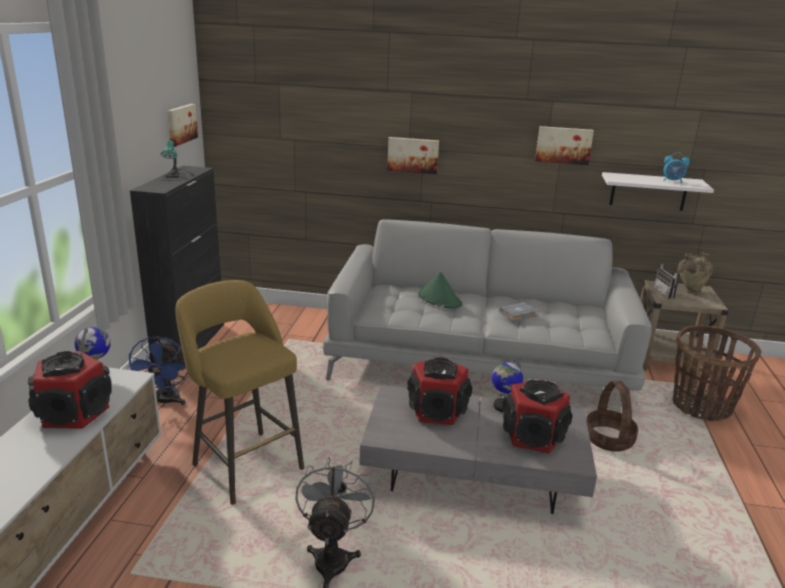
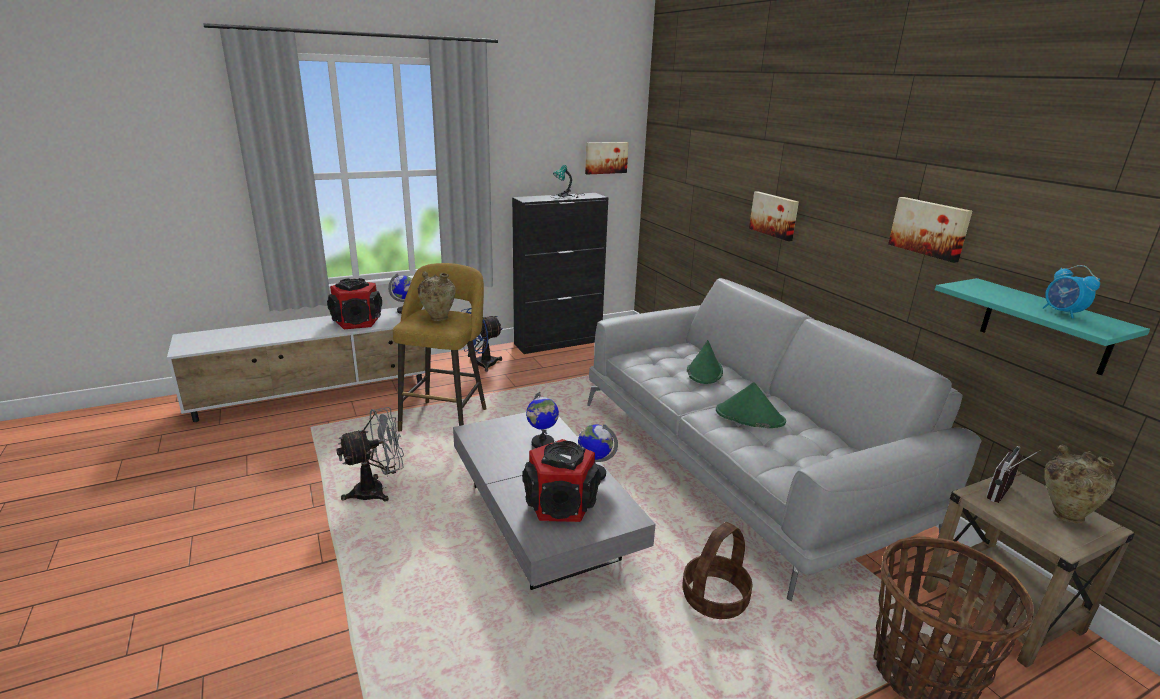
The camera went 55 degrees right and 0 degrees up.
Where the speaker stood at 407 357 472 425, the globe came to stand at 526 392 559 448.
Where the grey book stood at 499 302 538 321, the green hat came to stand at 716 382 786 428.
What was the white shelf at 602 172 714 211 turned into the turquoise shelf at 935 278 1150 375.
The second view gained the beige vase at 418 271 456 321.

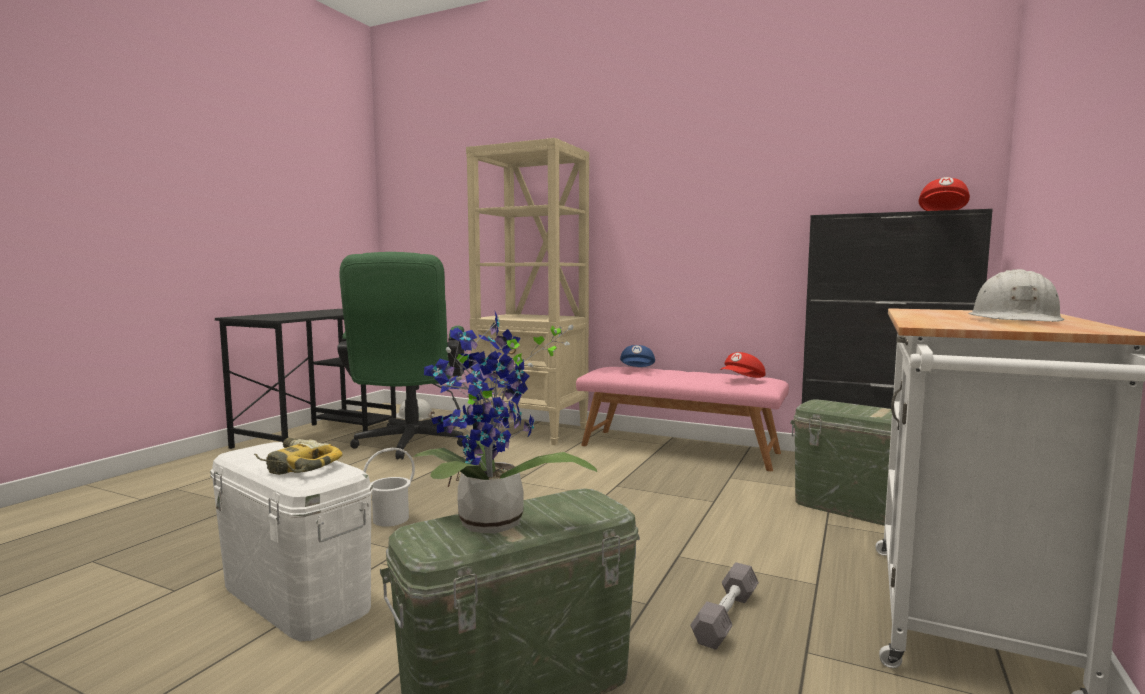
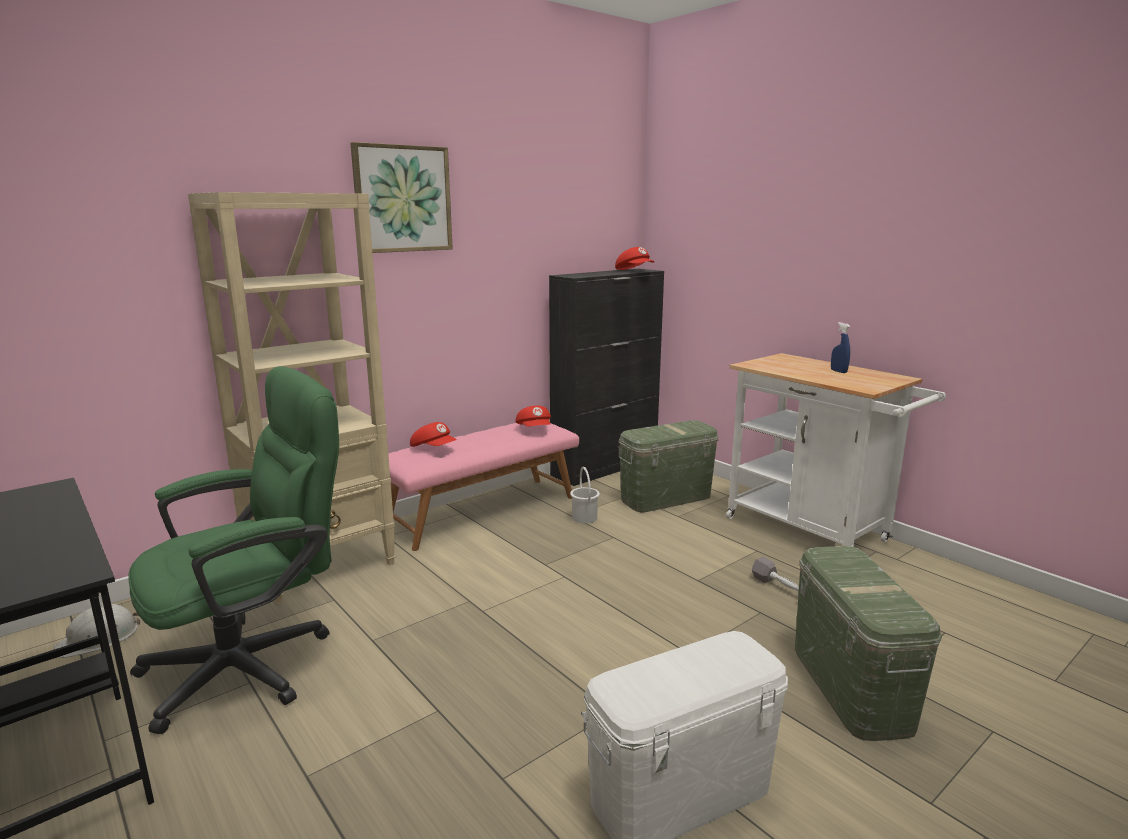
The camera went 65 degrees left and 10 degrees up.
The second view lost the power drill at 254 438 343 475.
The green office chair at 337 252 464 460 ended up facing another way, 60 degrees counterclockwise from before.
The white bucket ended up elsewhere, having gone from 363 447 415 527 to 570 467 600 523.
The second view lost the potted plant at 413 312 597 533.
What was the blue cap at 620 345 655 367 turned into the red cap at 410 422 457 447.
Where the white hard hat stood at 969 269 1064 322, the blue spray bottle came to stand at 831 322 850 373.
The second view gained the picture at 350 142 453 253.

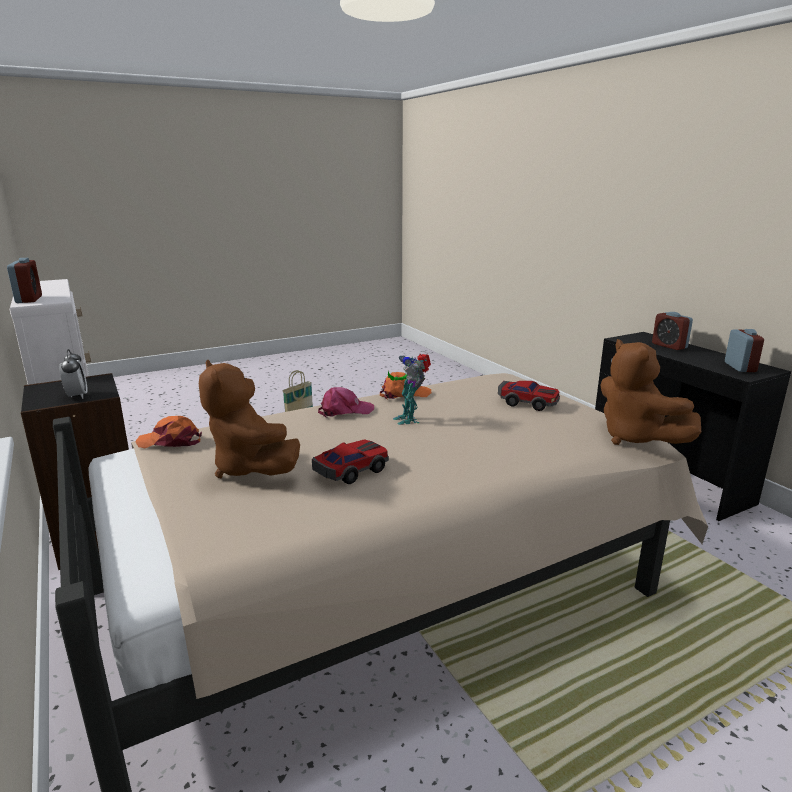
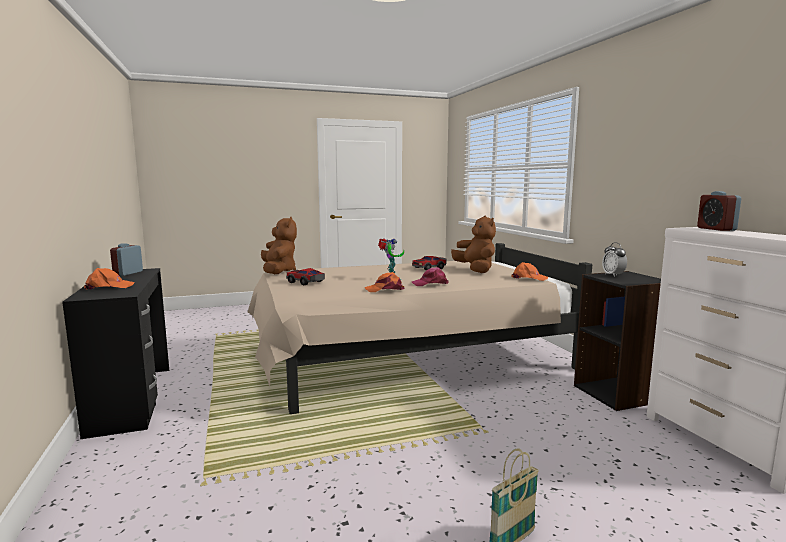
The camera went 170 degrees left and 10 degrees down.
Where the alarm clock stood at 652 312 693 350, the orange cap came to stand at 84 268 135 290.

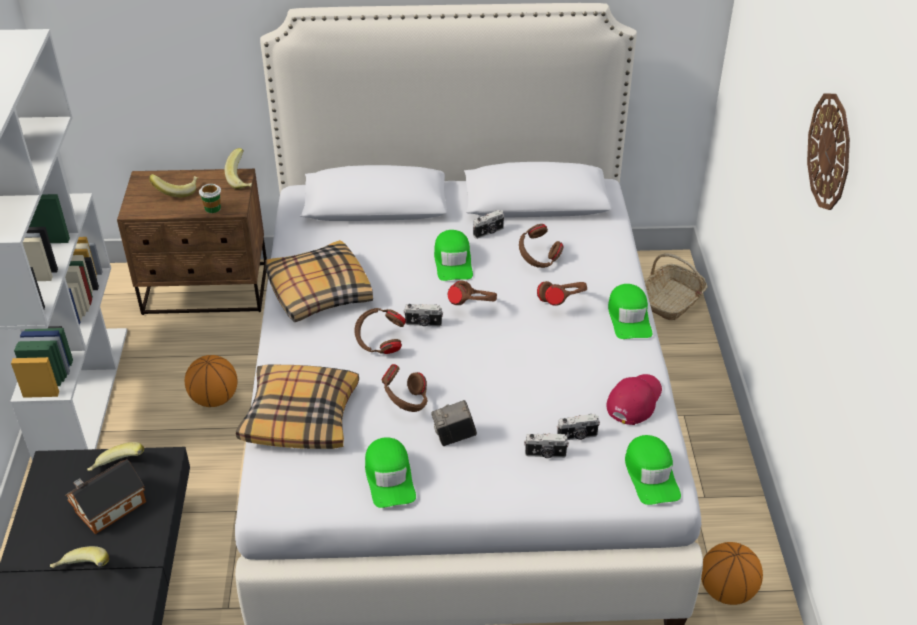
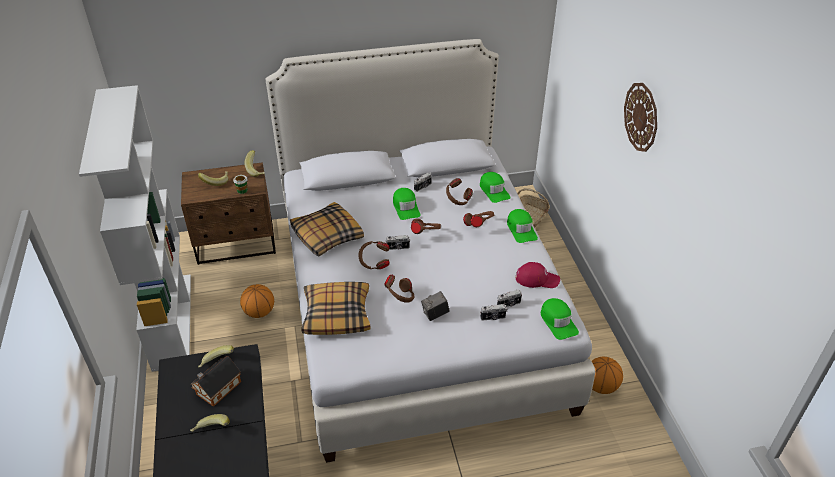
The camera went 10 degrees left and 0 degrees up.
The green cap ended up elsewhere, having gone from 365 437 416 508 to 480 172 511 203.
The red cap at 607 374 662 425 ended up facing another way, 75 degrees clockwise from before.

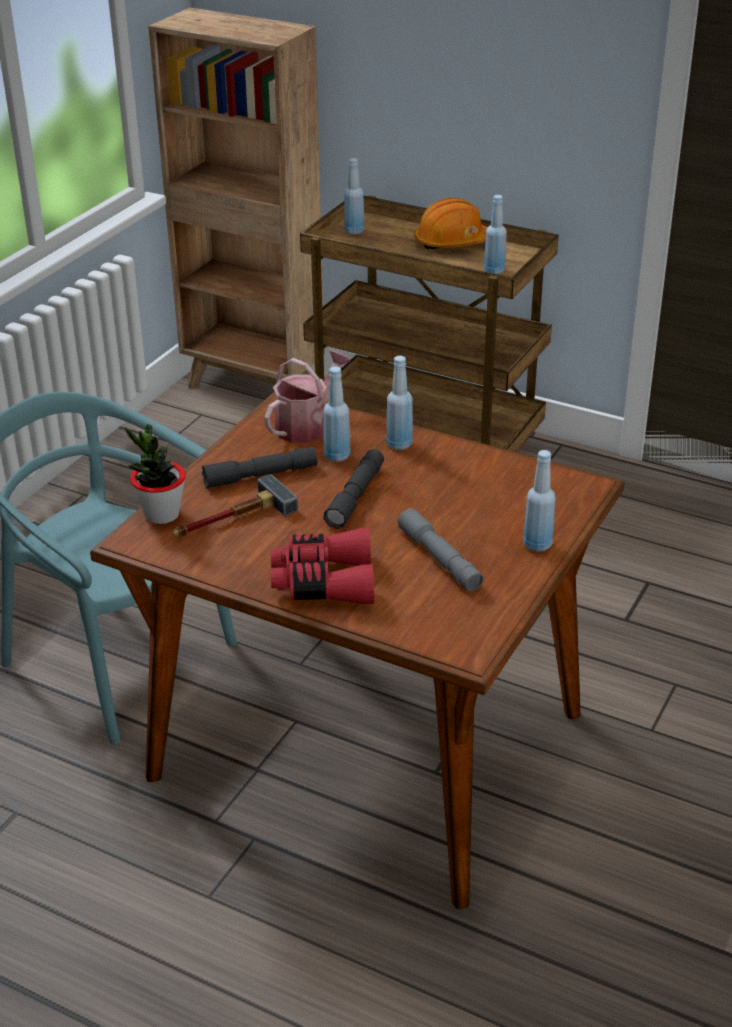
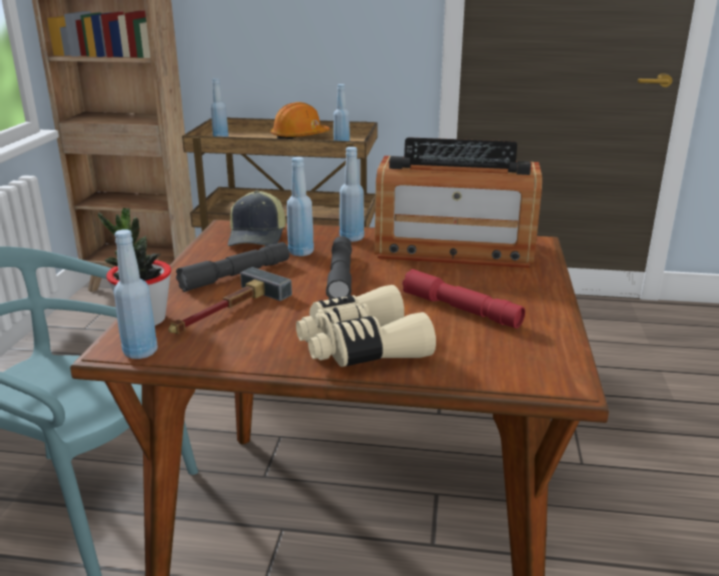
The camera went 20 degrees left and 10 degrees down.
Where the watering can stood at 264 350 350 443, the cap came to stand at 228 190 286 246.
What was the red binoculars at 271 528 374 604 turned into the beige binoculars at 296 285 436 367.
What was the grey flashlight at 397 508 483 591 turned into the red flashlight at 402 269 525 328.
The blue bottle ended up elsewhere, having gone from 523 450 556 552 to 114 229 158 359.
The second view gained the radio at 374 137 542 268.

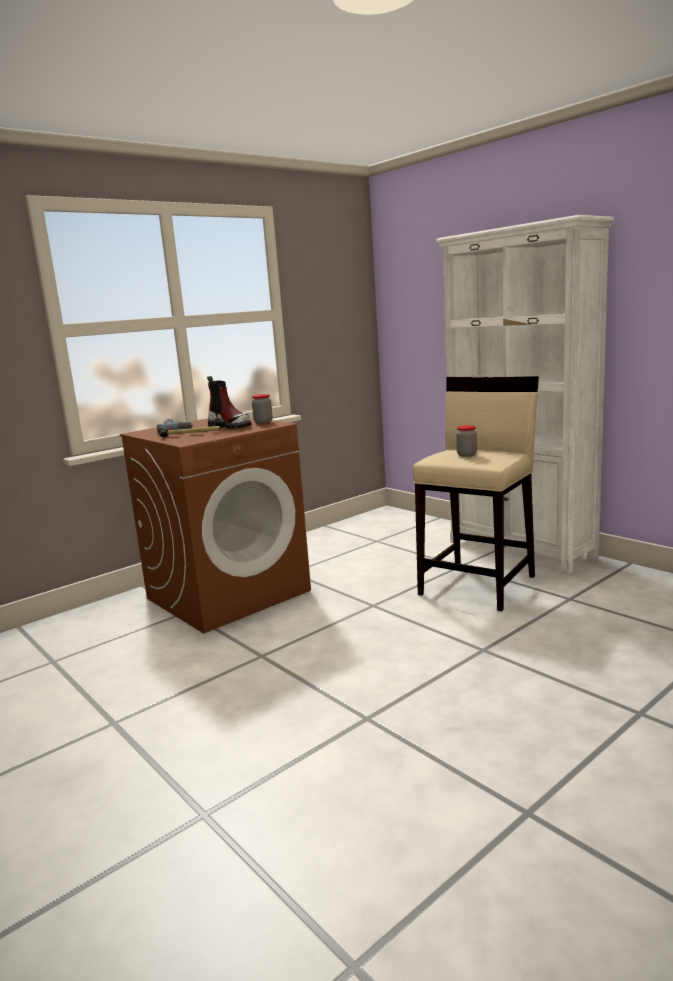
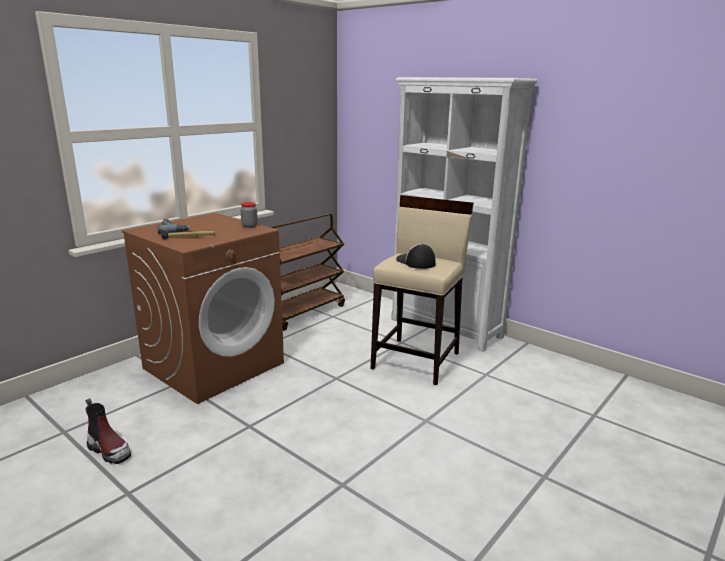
The camera went 10 degrees left and 5 degrees up.
The boot ended up elsewhere, having gone from 207 376 252 429 to 85 398 131 464.
Where the jar stood at 456 425 477 457, the cap came to stand at 396 244 436 269.
The second view gained the brown cart at 271 214 345 331.

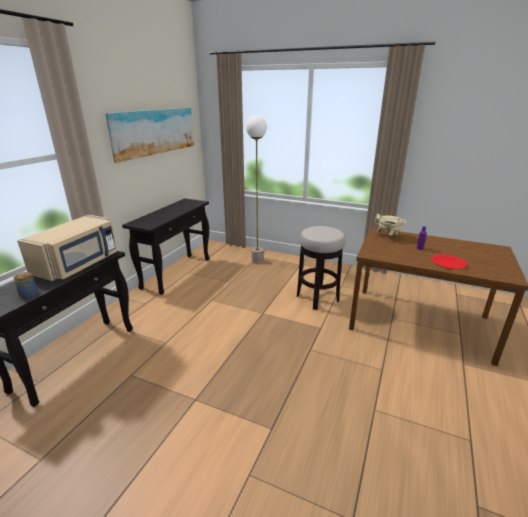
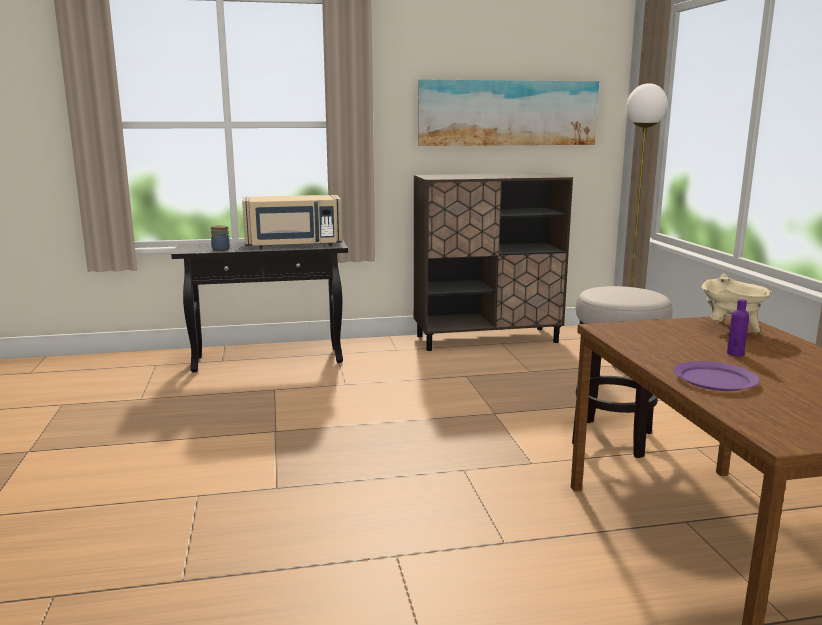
The camera went 55 degrees right and 10 degrees down.
Where the black console table stood at 122 198 209 295, the brown cabinet came to stand at 414 173 573 351.
What was the red plate at 431 255 467 269 turned into the purple plate at 674 361 760 391.

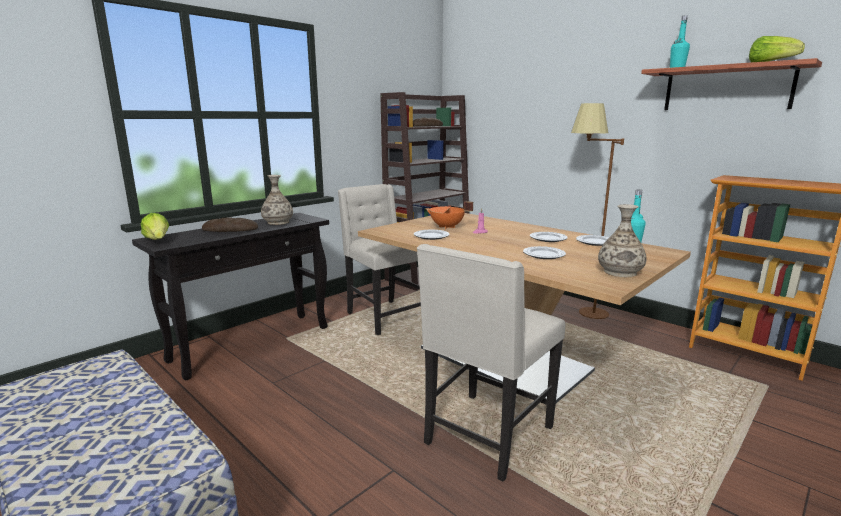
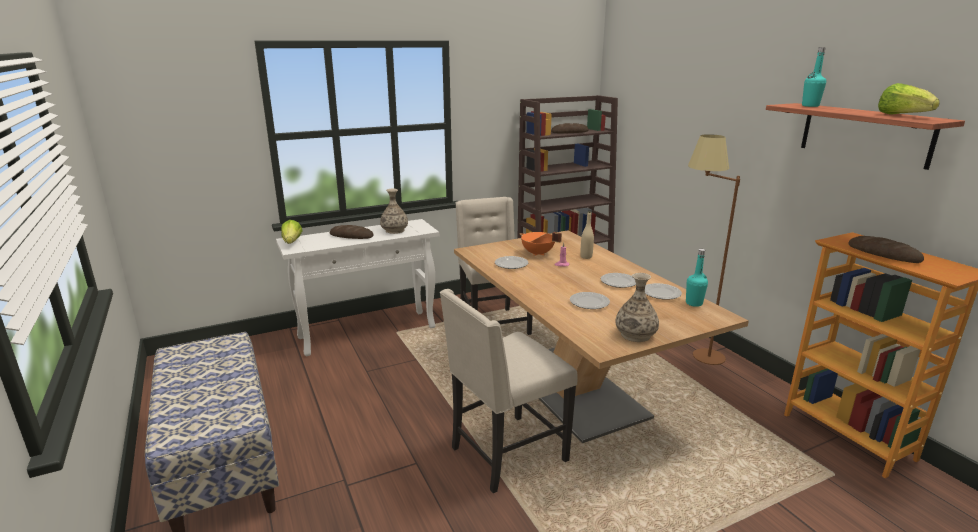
The camera went 20 degrees right and 5 degrees up.
What was the black console table at 132 213 329 380 turned into the white console table at 276 219 439 356.
The second view gained the beige bottle at 580 211 594 259.
The second view gained the bread at 848 236 924 263.

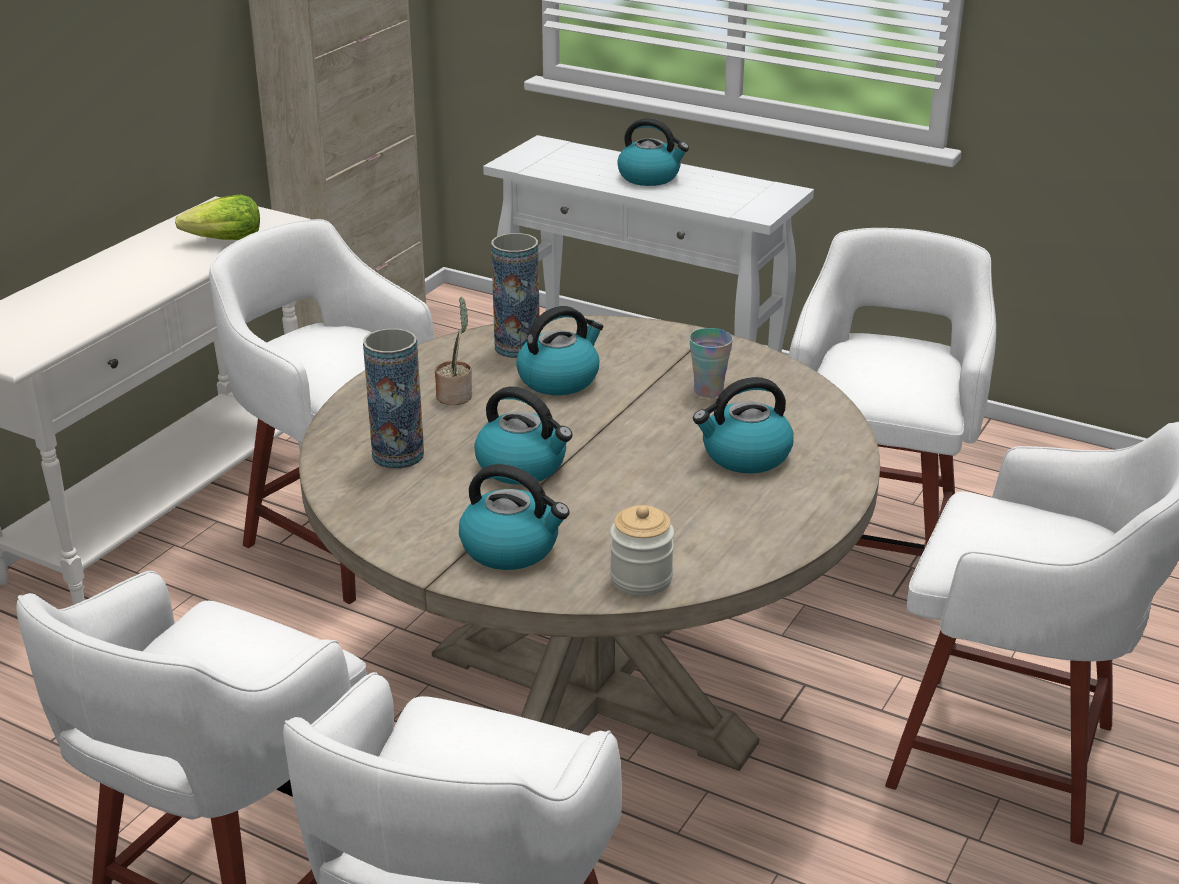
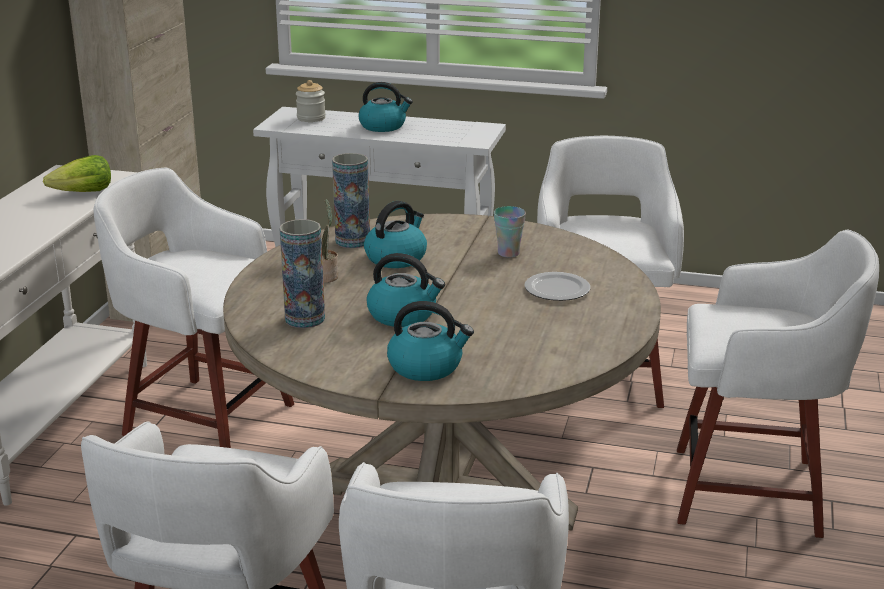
The camera went 15 degrees left and 5 degrees down.
The jar ended up elsewhere, having gone from 610 505 674 596 to 296 80 326 122.
Where the kettle stood at 693 377 794 473, the plate came to stand at 524 272 590 301.

